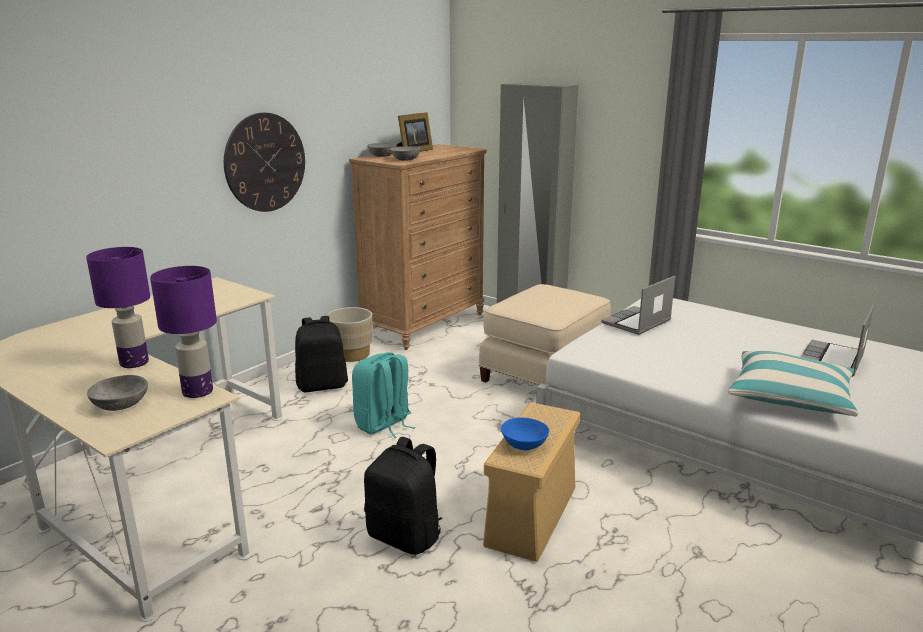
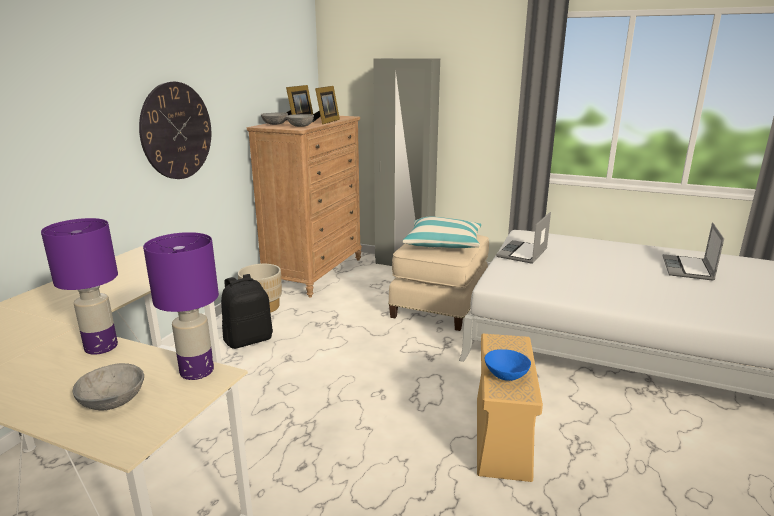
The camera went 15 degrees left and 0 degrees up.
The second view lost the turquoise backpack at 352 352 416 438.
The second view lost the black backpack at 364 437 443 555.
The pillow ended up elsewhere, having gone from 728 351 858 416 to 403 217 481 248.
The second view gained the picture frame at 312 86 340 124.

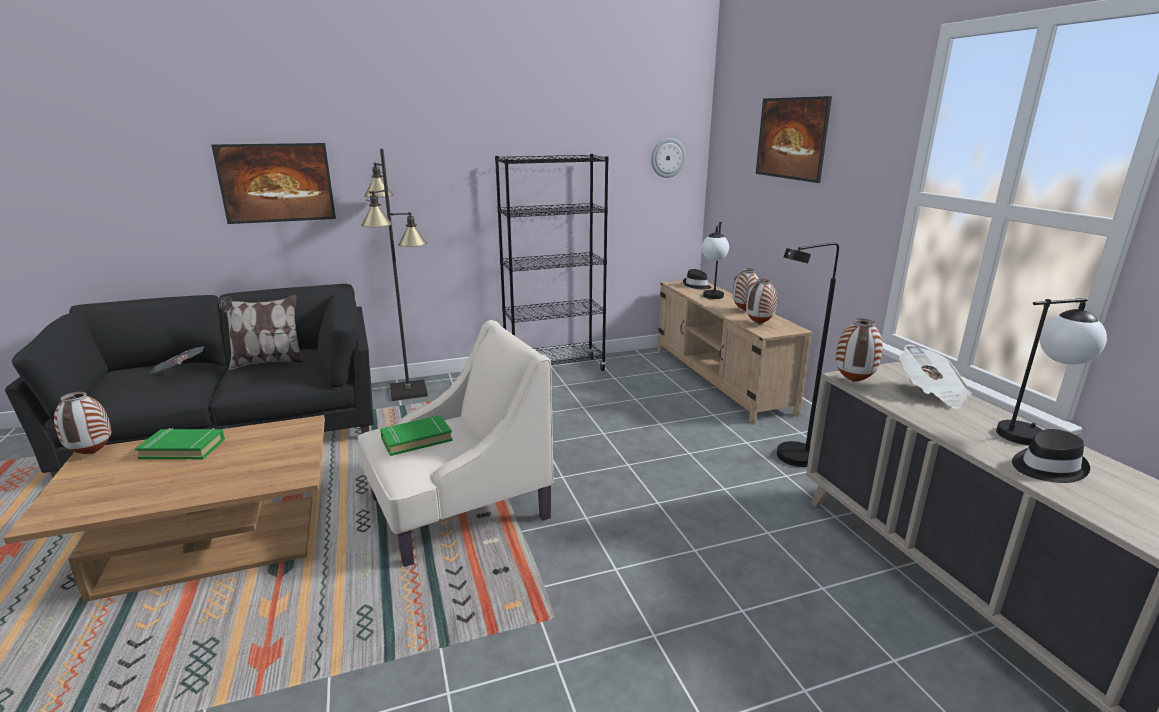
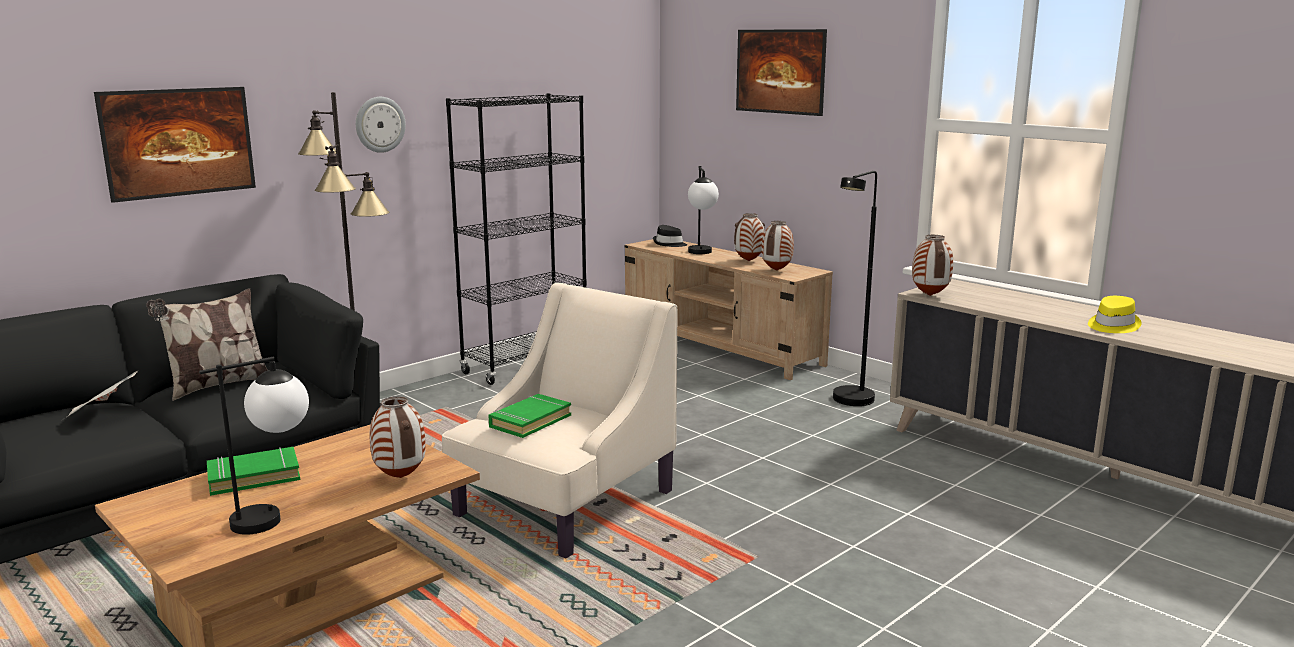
The camera went 25 degrees left and 5 degrees down.
The vase ended up elsewhere, having gone from 54 391 111 454 to 370 396 426 478.
The wall clock ended up elsewhere, having gone from 651 138 686 178 to 356 97 406 153.
The second view lost the newspaper at 899 344 972 409.
The table lamp ended up elsewhere, having gone from 996 298 1107 445 to 199 357 309 535.
What was the black hat at 1012 429 1090 483 turned into the yellow hat at 1088 296 1142 333.

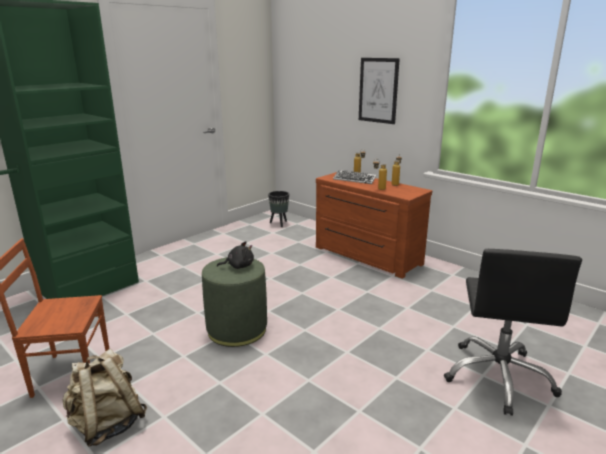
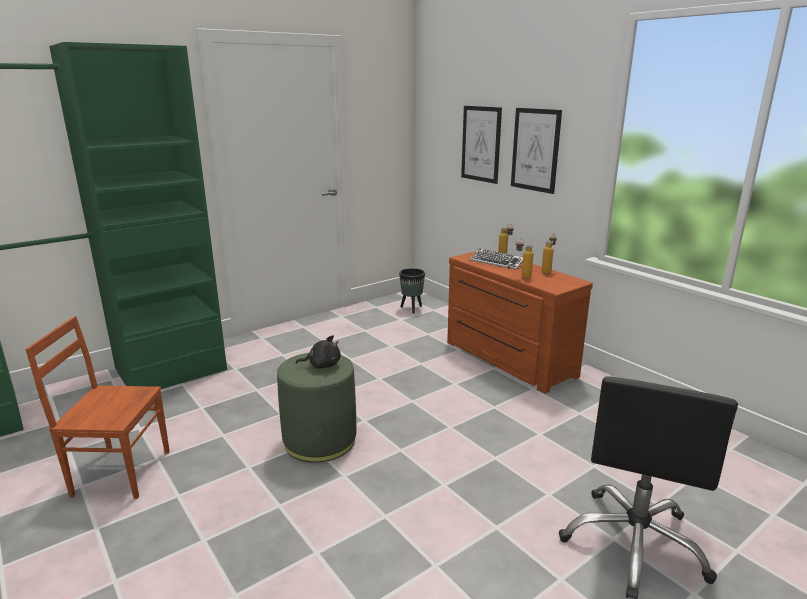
The camera went 10 degrees right and 0 degrees up.
The second view lost the beige backpack at 63 349 147 446.
The second view gained the picture at 461 106 502 184.

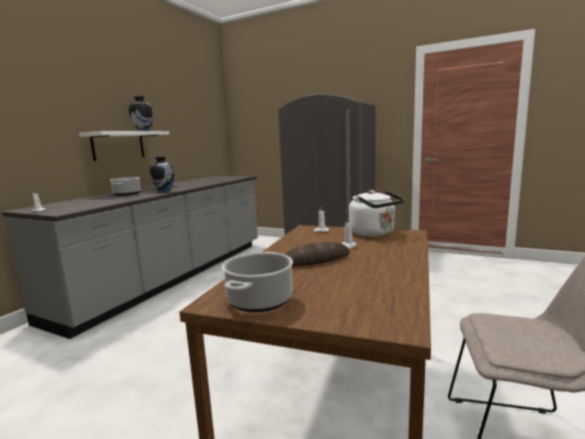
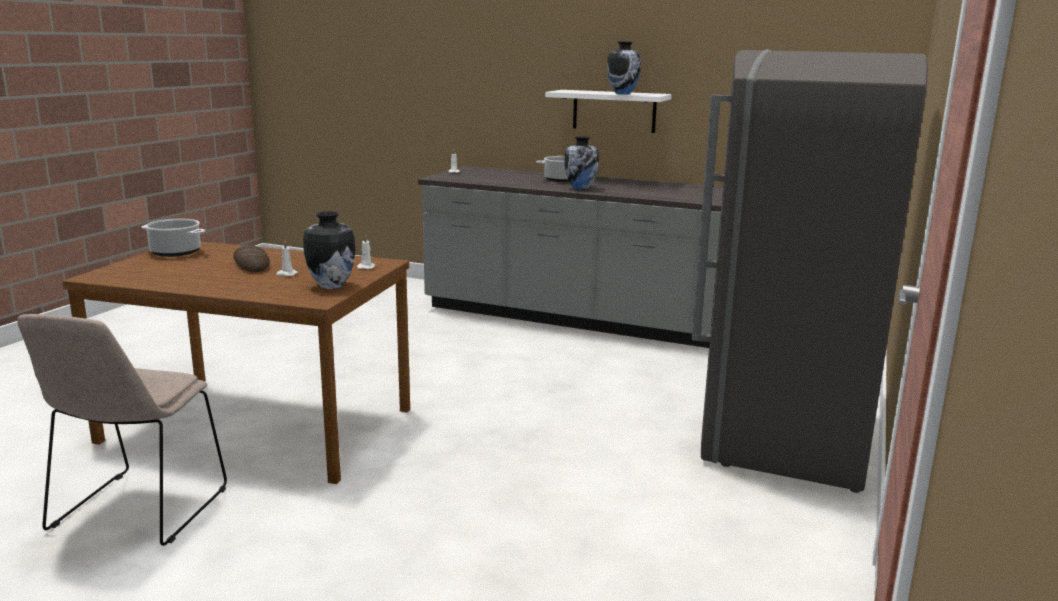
The camera went 85 degrees right and 5 degrees up.
Where the white kettle stood at 349 190 404 237, the vase came to stand at 303 211 355 289.

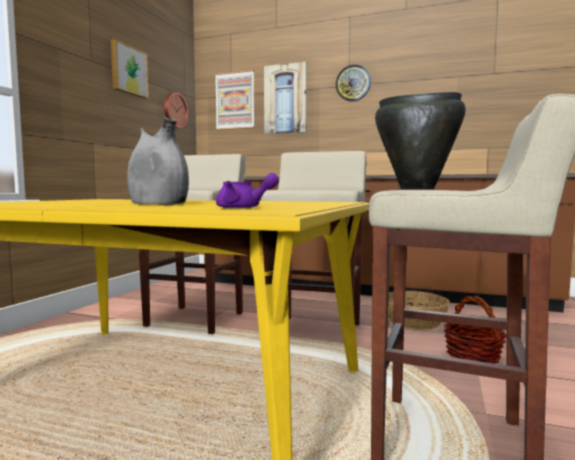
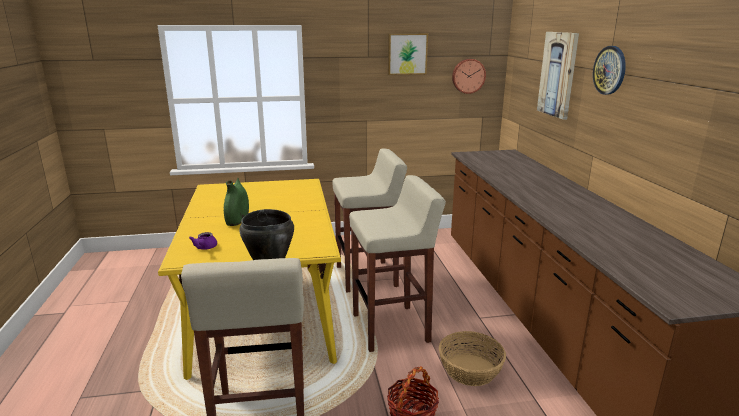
The camera went 60 degrees right and 15 degrees up.
What was the grey vase at 127 117 189 205 turned into the green vase at 224 178 249 226.
The second view lost the picture at 215 70 255 130.

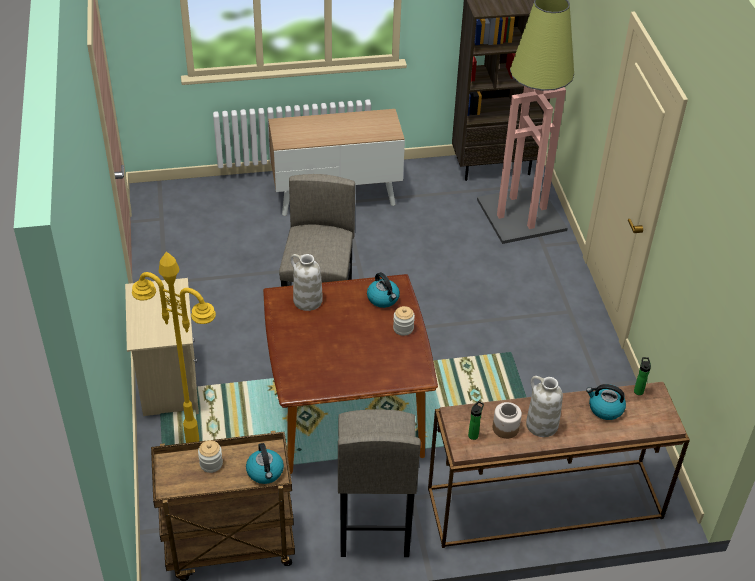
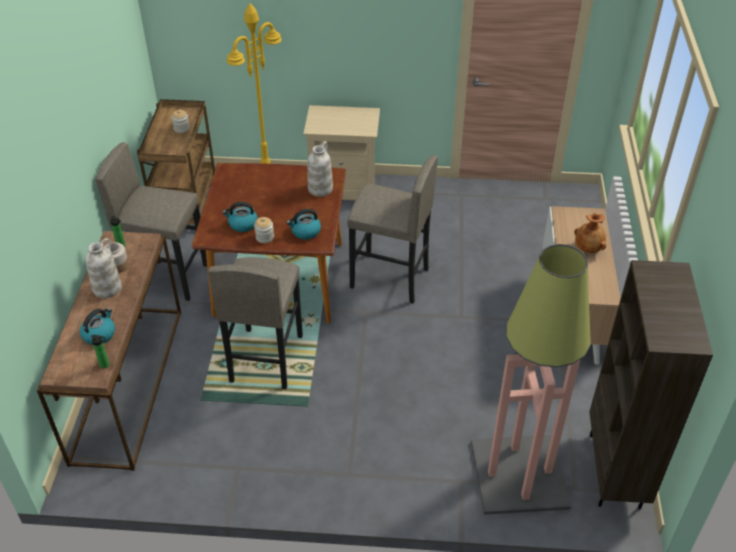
The camera went 105 degrees right and 0 degrees up.
The kettle ended up elsewhere, having gone from 246 443 284 484 to 222 202 258 232.
The second view gained the grey stool at 208 257 303 389.
The second view gained the brown vase at 574 213 606 253.

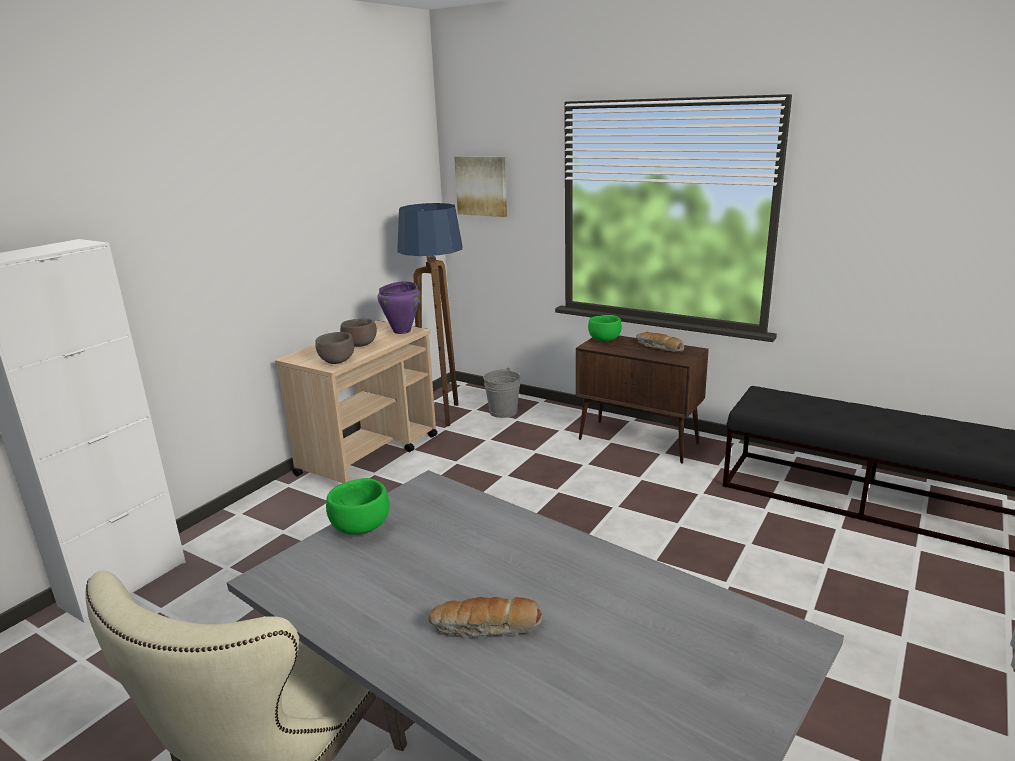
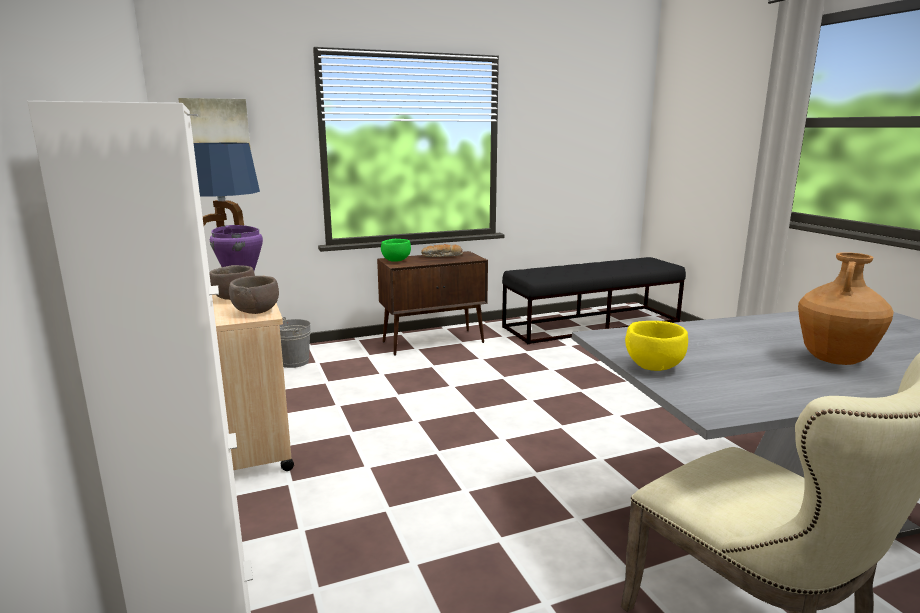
The camera went 55 degrees left and 5 degrees down.
What was the green bowl at 326 478 390 535 turned into the yellow bowl at 625 321 688 371.
Where the bread stood at 429 597 543 637, the brown vase came to stand at 798 252 894 365.

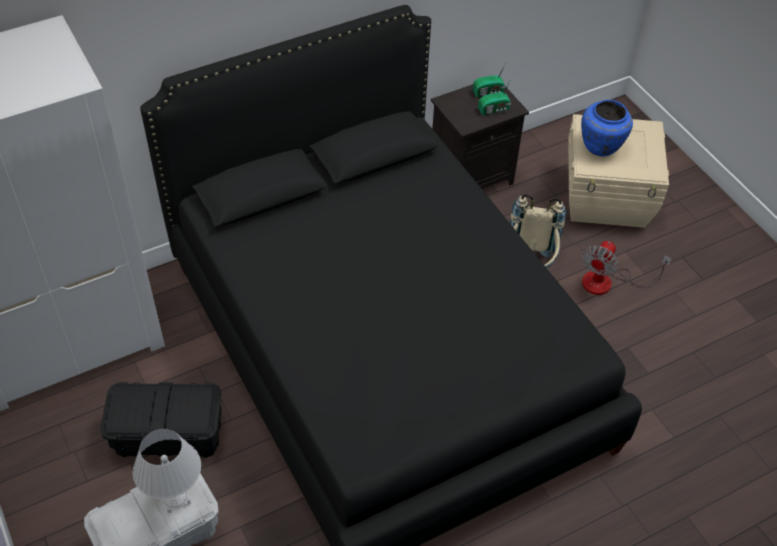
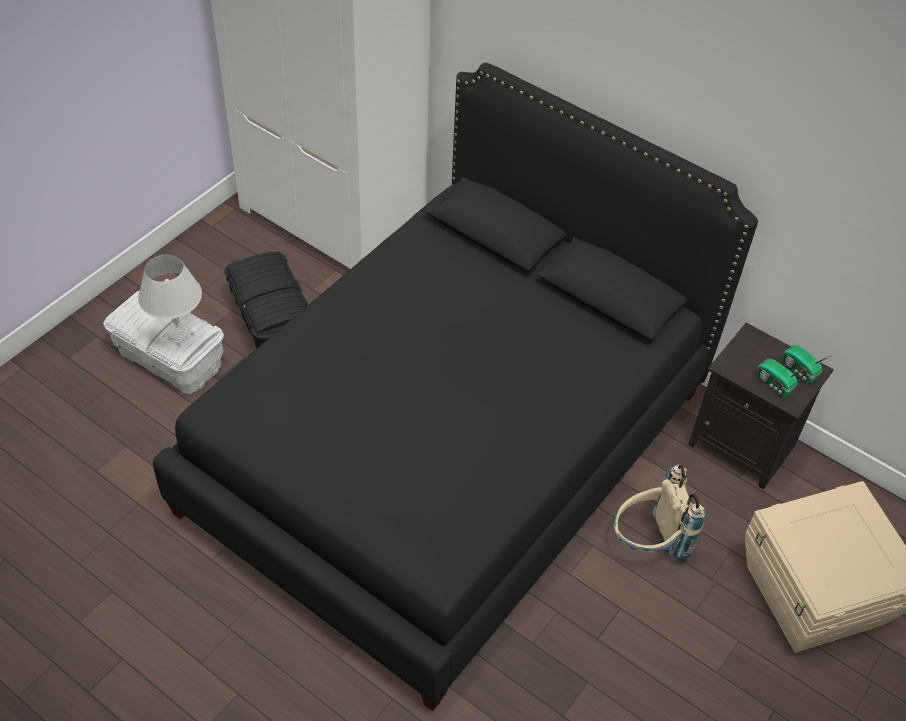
The camera went 65 degrees right and 0 degrees up.
The second view lost the blue vase at 581 100 633 156.
The second view lost the fan at 582 241 672 295.

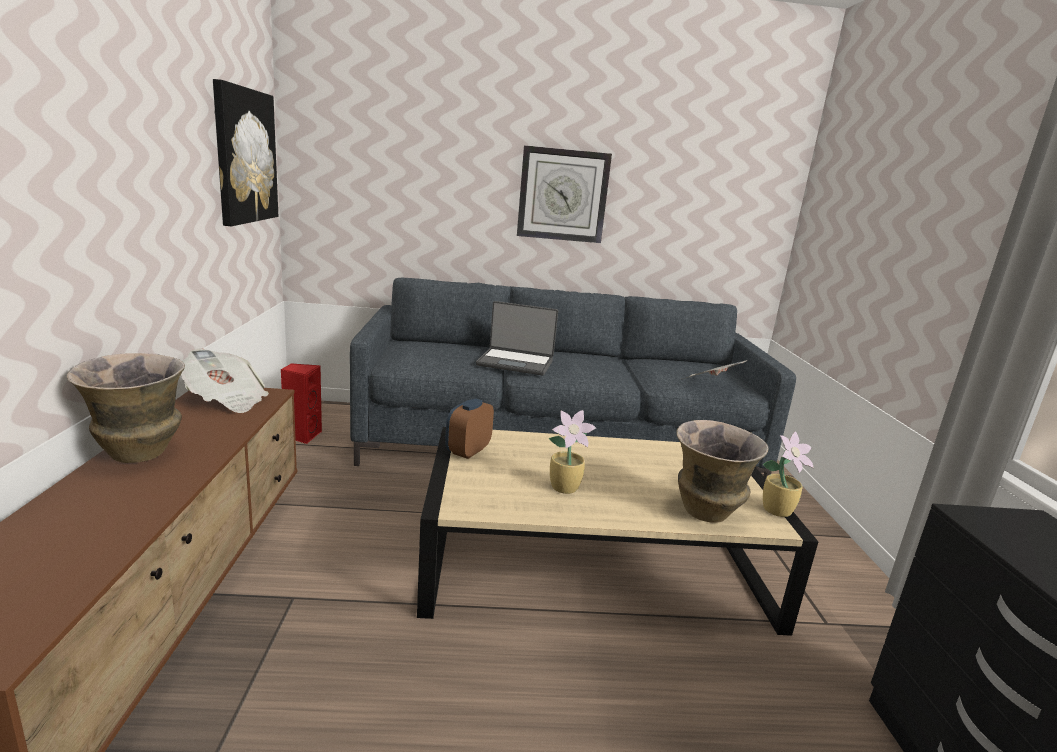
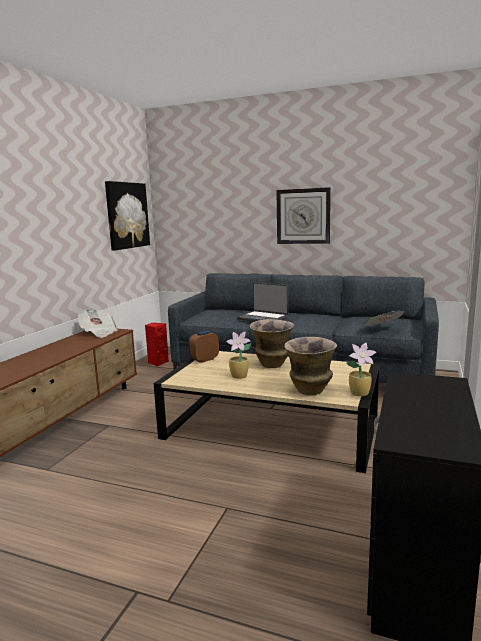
The camera went 25 degrees right and 5 degrees down.
The vase ended up elsewhere, having gone from 67 353 185 463 to 250 319 294 368.

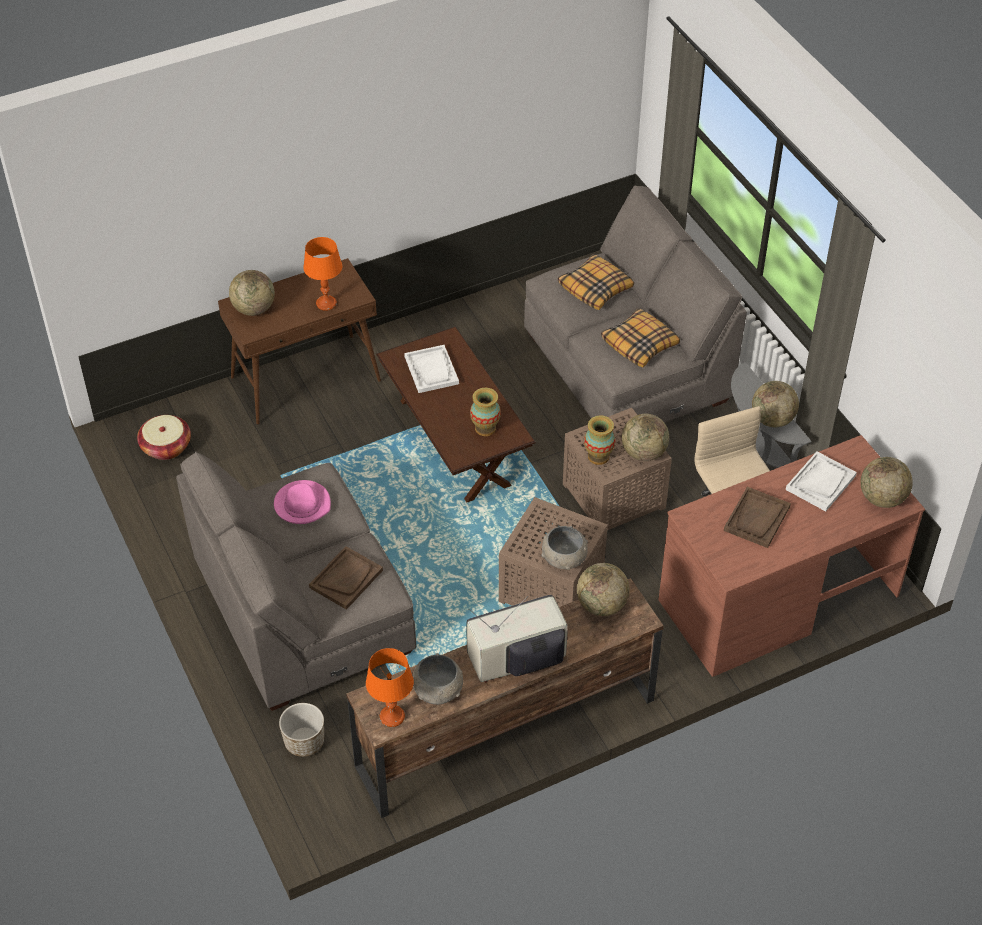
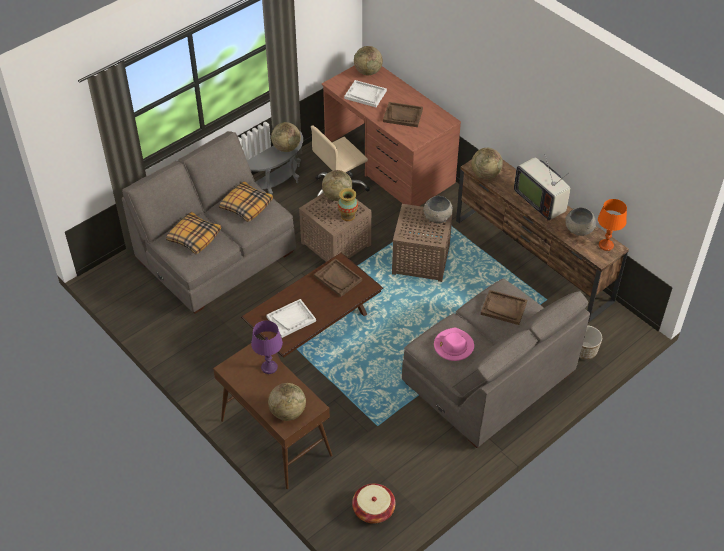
The camera went 105 degrees left and 0 degrees up.
What was the orange table lamp at 303 237 342 311 turned into the purple table lamp at 251 321 283 374.
Where the vase stood at 470 388 501 436, the brown tray came to stand at 314 258 362 297.

